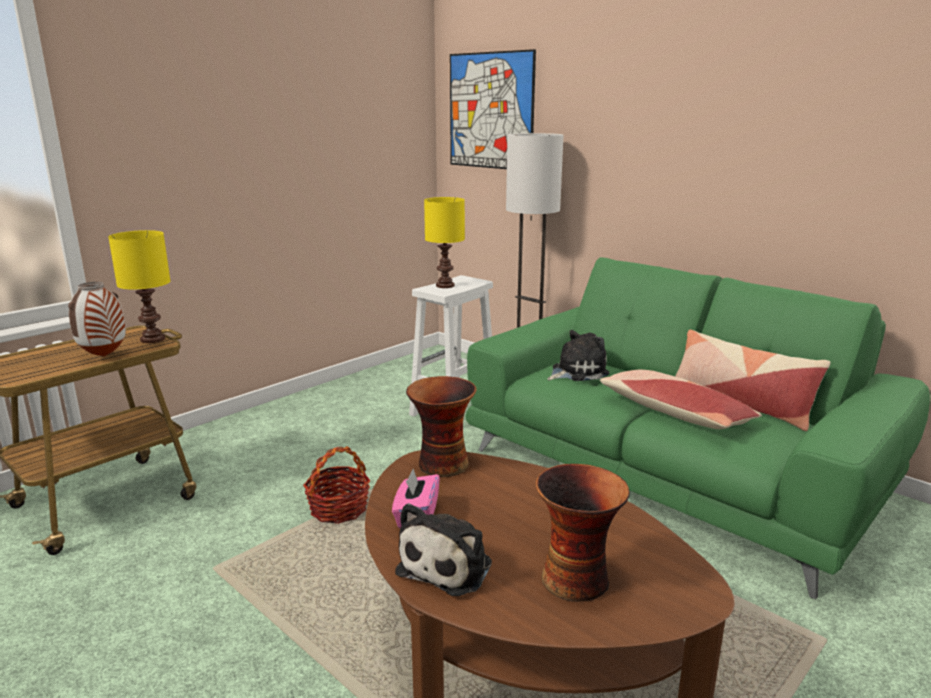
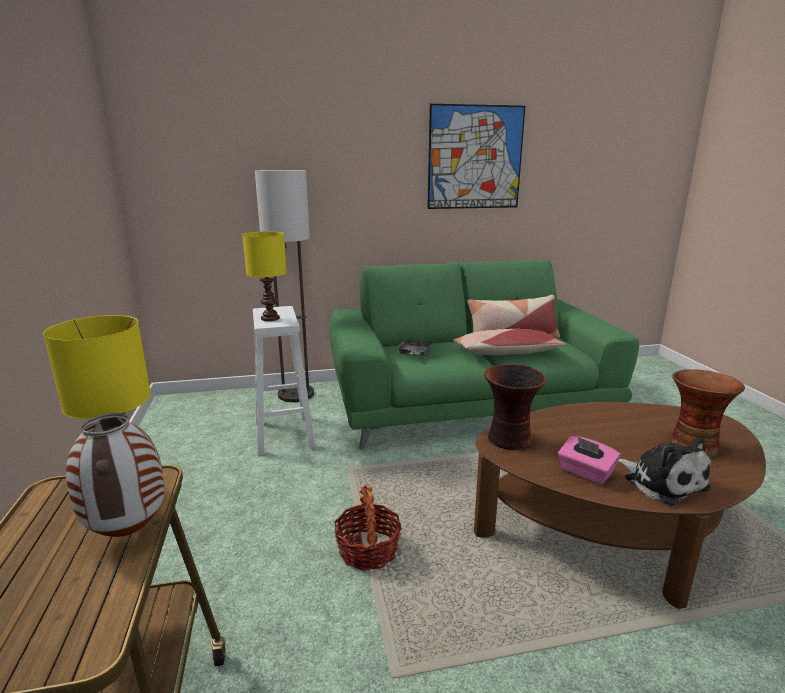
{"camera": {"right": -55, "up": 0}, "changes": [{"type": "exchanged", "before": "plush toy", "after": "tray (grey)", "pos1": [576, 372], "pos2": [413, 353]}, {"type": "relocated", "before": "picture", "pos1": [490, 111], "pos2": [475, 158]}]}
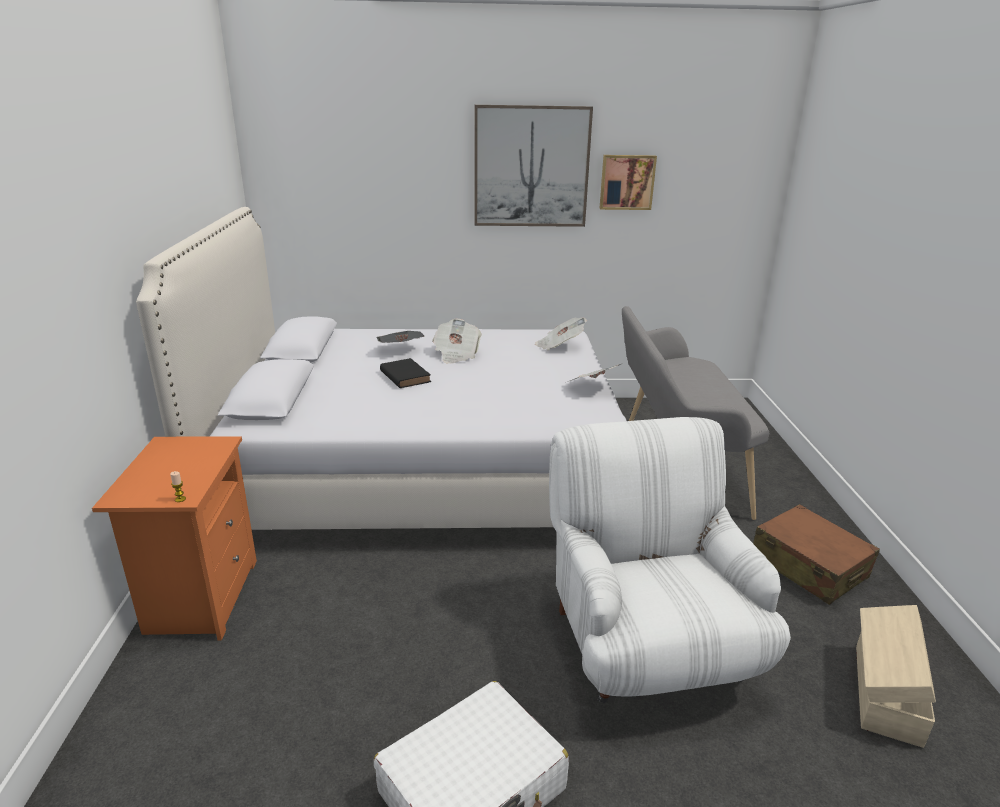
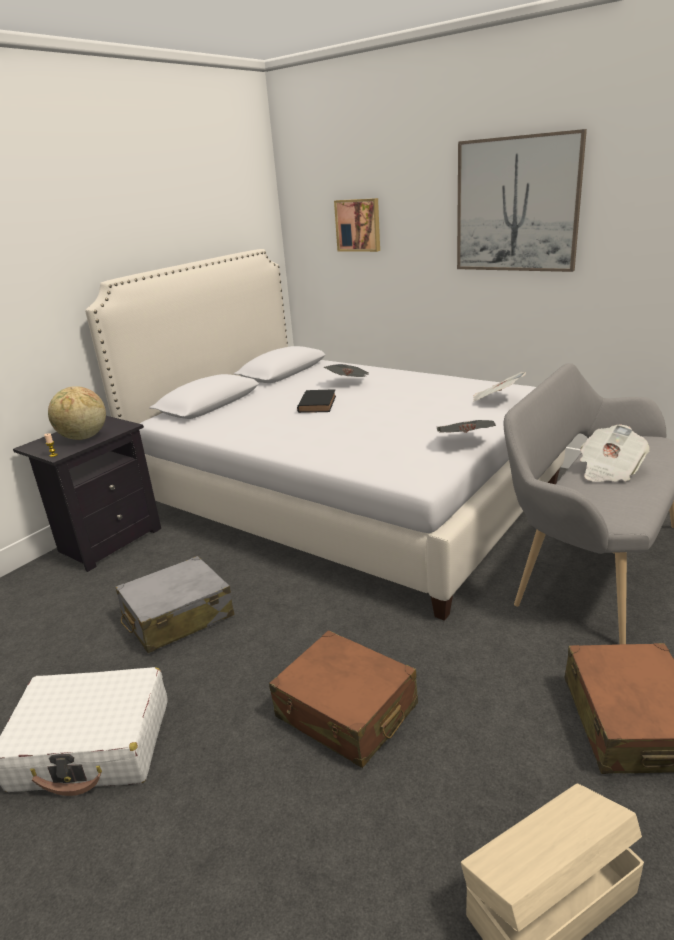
{"camera": {"right": 40, "up": 0}, "changes": [{"type": "colour", "before": "nightstand (orange)", "after": "nightstand (black)", "pos1": [201, 597], "pos2": [108, 541]}, {"type": "appeared", "after": "globe", "pos2": [83, 438]}, {"type": "appeared", "after": "suitcase (grey)", "pos2": [177, 617]}, {"type": "exchanged", "before": "armchair (white)", "after": "suitcase (brown)", "pos1": [646, 645], "pos2": [346, 711]}, {"type": "relocated", "before": "picture", "pos1": [627, 182], "pos2": [358, 225]}, {"type": "relocated", "before": "newspaper", "pos1": [456, 354], "pos2": [609, 470]}]}
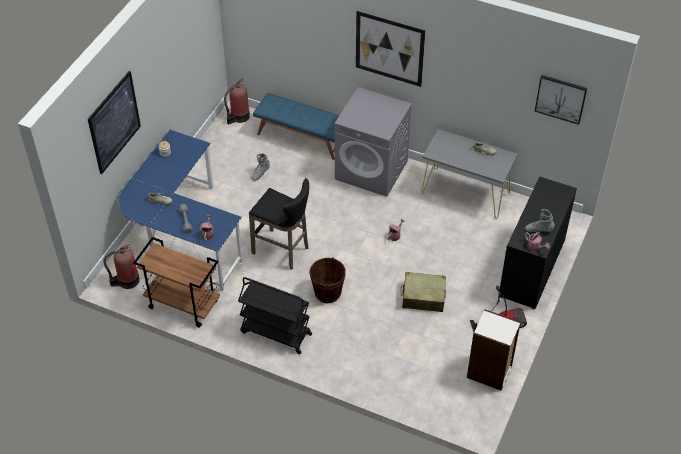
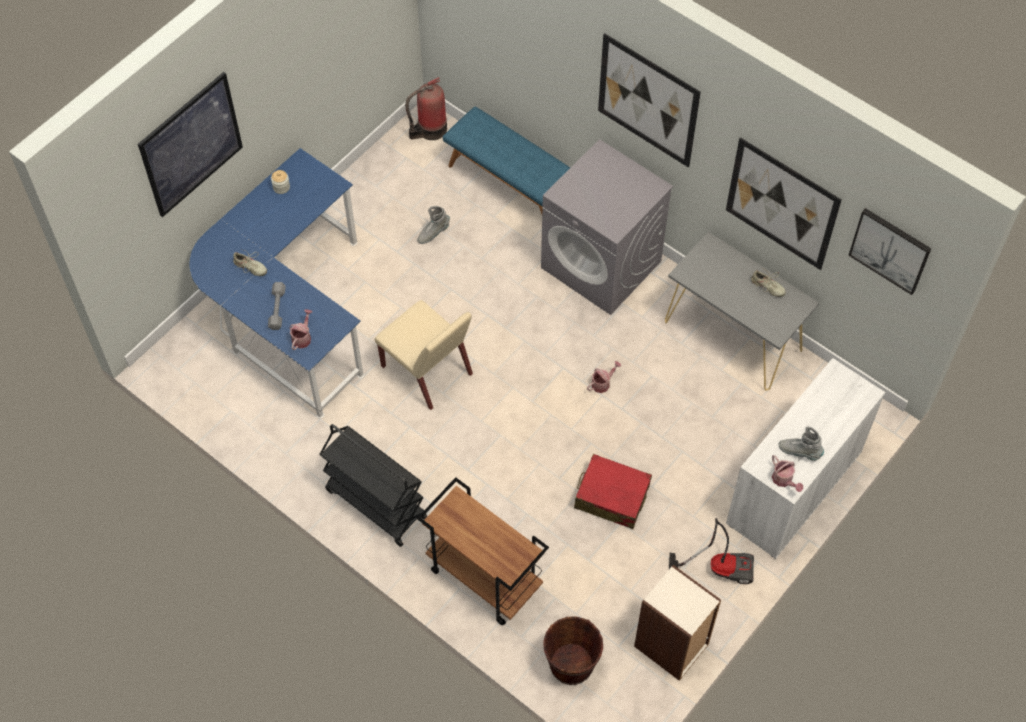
{"camera": {"right": 15, "up": 10}, "changes": [{"type": "exchanged", "before": "stool (black)", "after": "chair (beige)", "pos1": [283, 251], "pos2": [427, 371]}, {"type": "relocated", "before": "cart (brown)", "pos1": [182, 305], "pos2": [483, 578]}, {"type": "relocated", "before": "bucket (brown)", "pos1": [327, 293], "pos2": [571, 664]}, {"type": "colour", "before": "suitcase (beige)", "after": "suitcase (red)", "pos1": [423, 297], "pos2": [611, 497]}, {"type": "appeared", "after": "picture", "pos2": [781, 204]}, {"type": "colour", "before": "cabinet (black)", "after": "cabinet (white)", "pos1": [531, 268], "pos2": [793, 488]}, {"type": "missing", "before": "fire extinguisher", "pos1": [127, 281]}]}
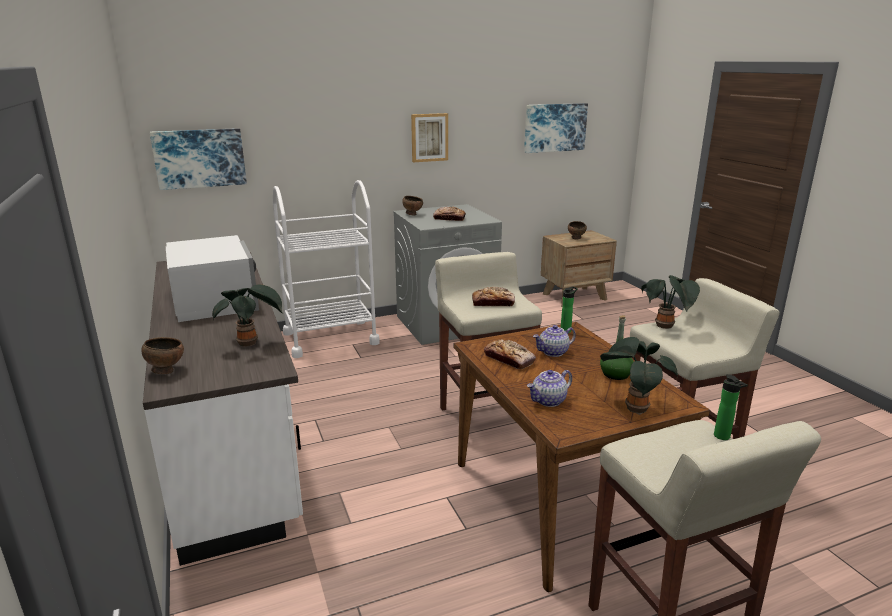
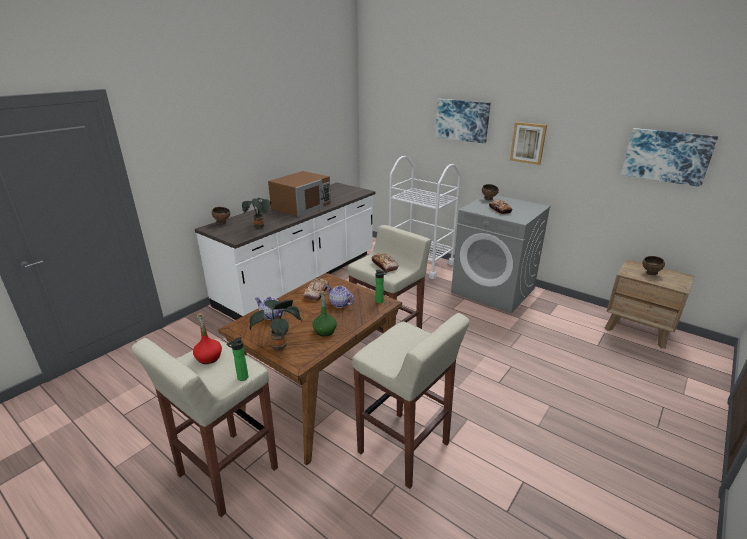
{"camera": {"right": 60, "up": 5}, "changes": [{"type": "appeared", "after": "bottle (red)", "pos2": [209, 358]}, {"type": "colour", "before": "microwave (white)", "after": "microwave (brown)", "pos1": [214, 300], "pos2": [302, 206]}, {"type": "relocated", "before": "picture", "pos1": [199, 158], "pos2": [462, 120]}, {"type": "missing", "before": "potted plant", "pos1": [665, 327]}]}
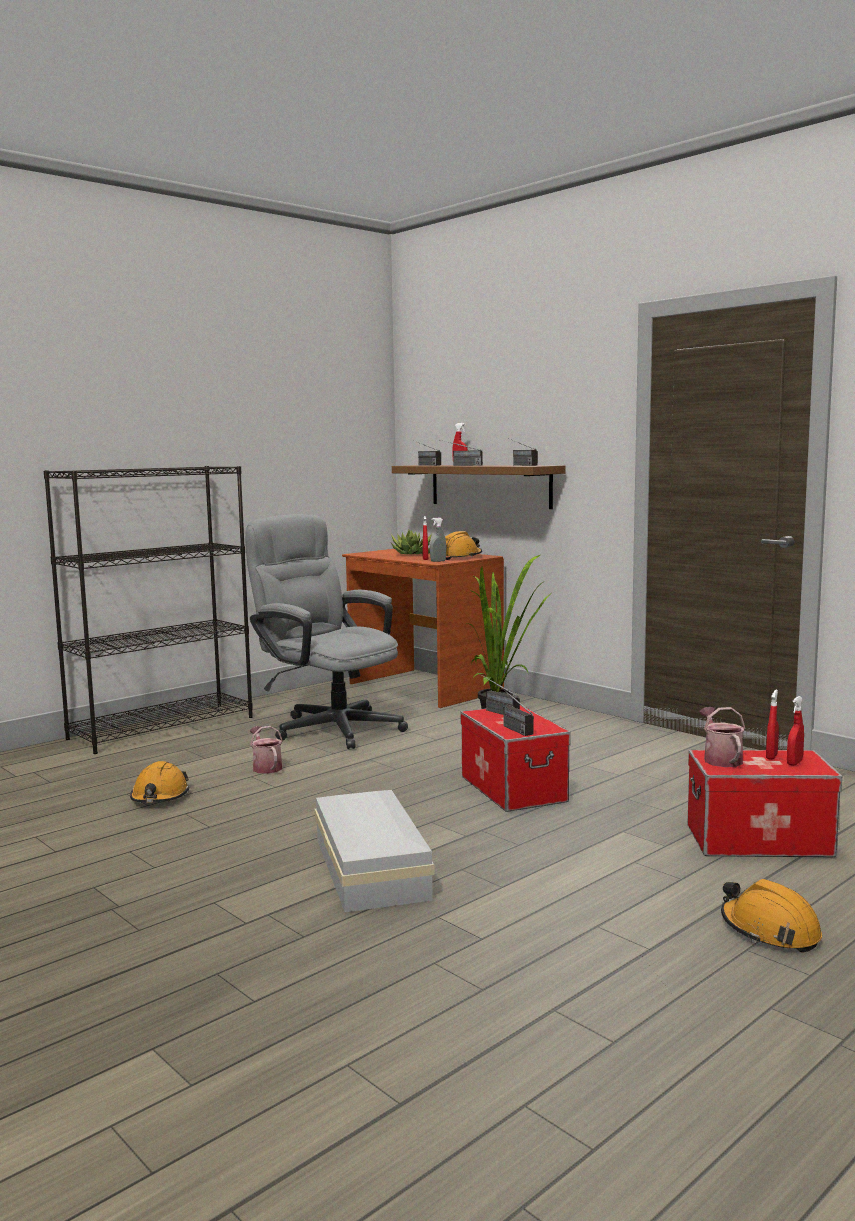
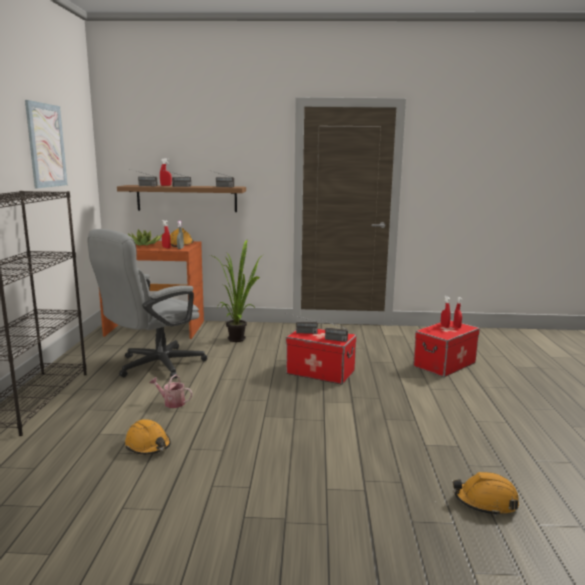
{"camera": {"right": -45, "up": 5}, "changes": [{"type": "appeared", "after": "picture", "pos2": [46, 145]}, {"type": "spun", "before": "office chair (grey)", "pos1": [329, 727], "pos2": [153, 366], "turn": -45}, {"type": "relocated", "before": "hard hat (orange)", "pos1": [770, 931], "pos2": [485, 502]}, {"type": "missing", "before": "storage box (white)", "pos1": [372, 867]}, {"type": "missing", "before": "watering can", "pos1": [720, 759]}]}
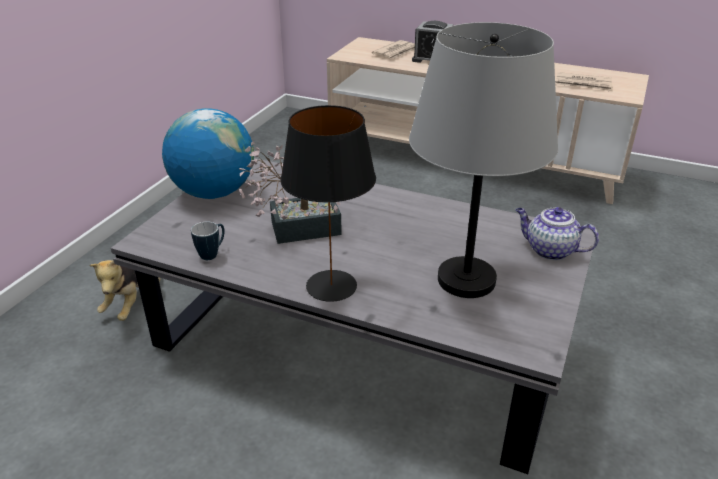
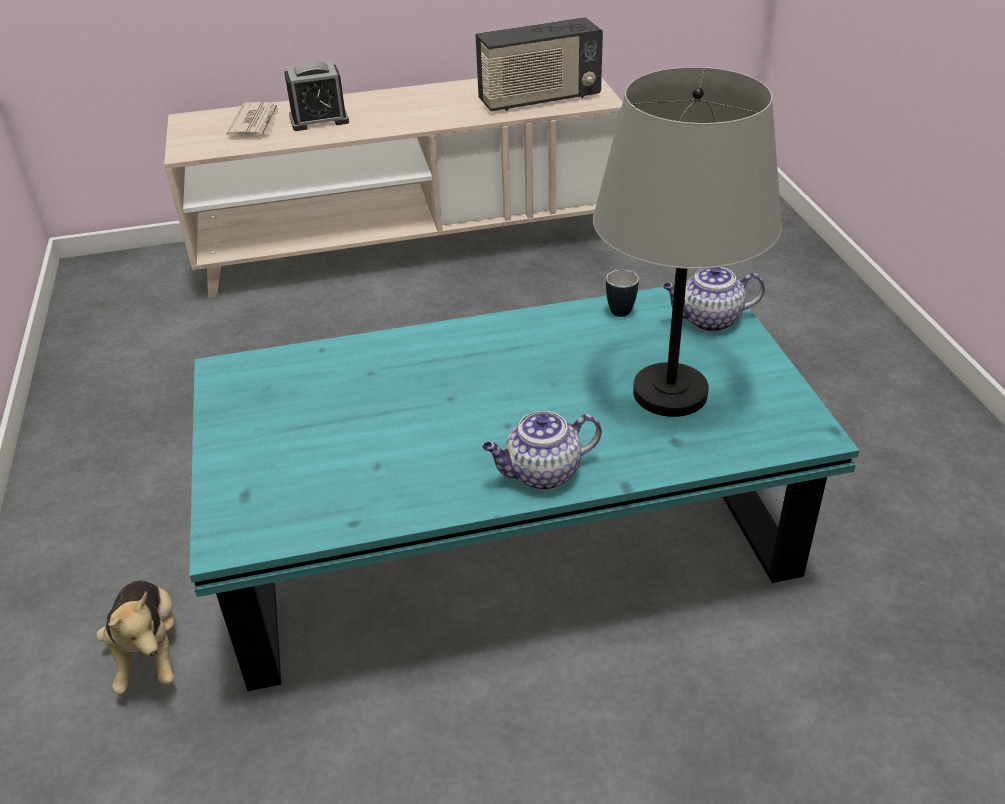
{"camera": {"right": -35, "up": 5}, "changes": [{"type": "colour", "before": "coffee table (grey)", "after": "coffee table (turquoise)", "pos1": [357, 345], "pos2": [506, 541]}, {"type": "exchanged", "before": "newspaper", "after": "radio", "pos1": [583, 84], "pos2": [539, 99]}, {"type": "exchanged", "before": "table lamp (black)", "after": "teapot", "pos1": [330, 286], "pos2": [542, 474]}, {"type": "relocated", "before": "mug", "pos1": [212, 254], "pos2": [620, 309]}, {"type": "missing", "before": "globe", "pos1": [214, 192]}, {"type": "missing", "before": "potted plant", "pos1": [296, 228]}]}
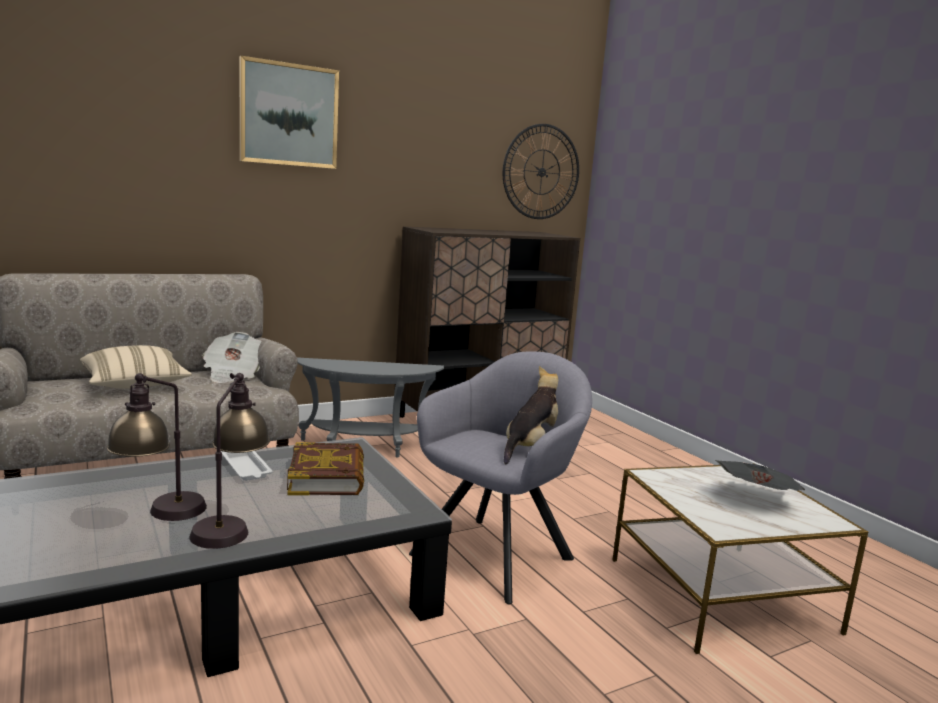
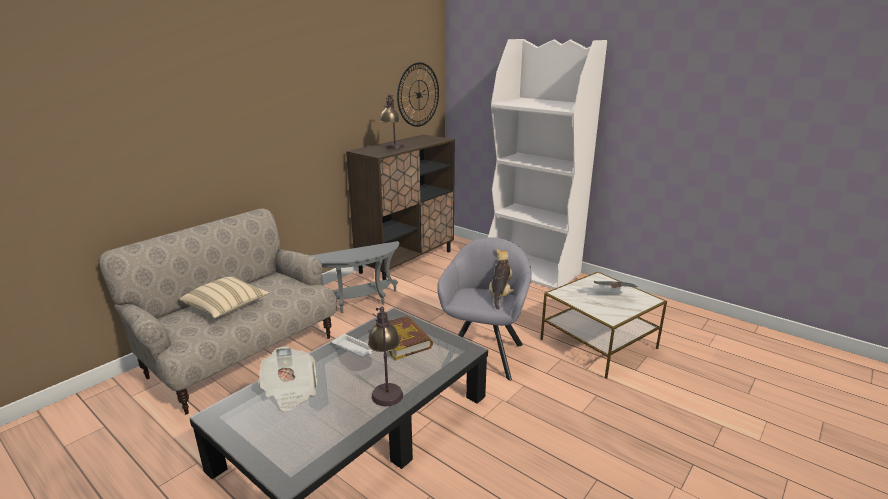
{"camera": {"right": -20, "up": 10}, "changes": [{"type": "relocated", "before": "newspaper", "pos1": [233, 374], "pos2": [290, 391]}, {"type": "relocated", "before": "table lamp", "pos1": [160, 516], "pos2": [392, 148]}, {"type": "appeared", "after": "bookcase (white)", "pos2": [533, 270]}, {"type": "missing", "before": "picture", "pos1": [288, 115]}]}
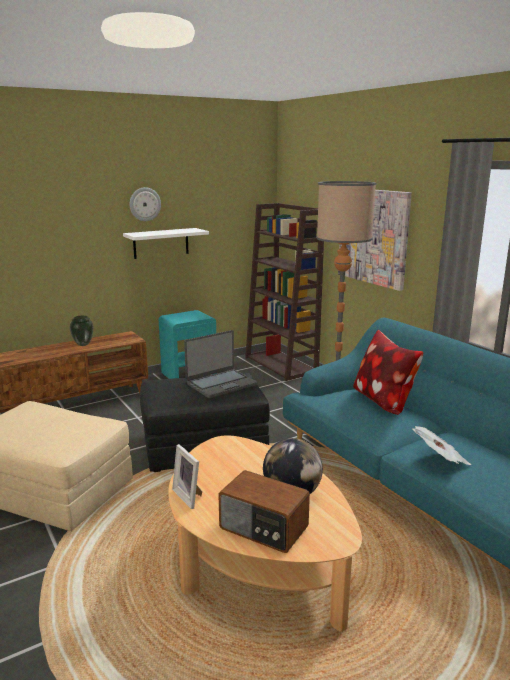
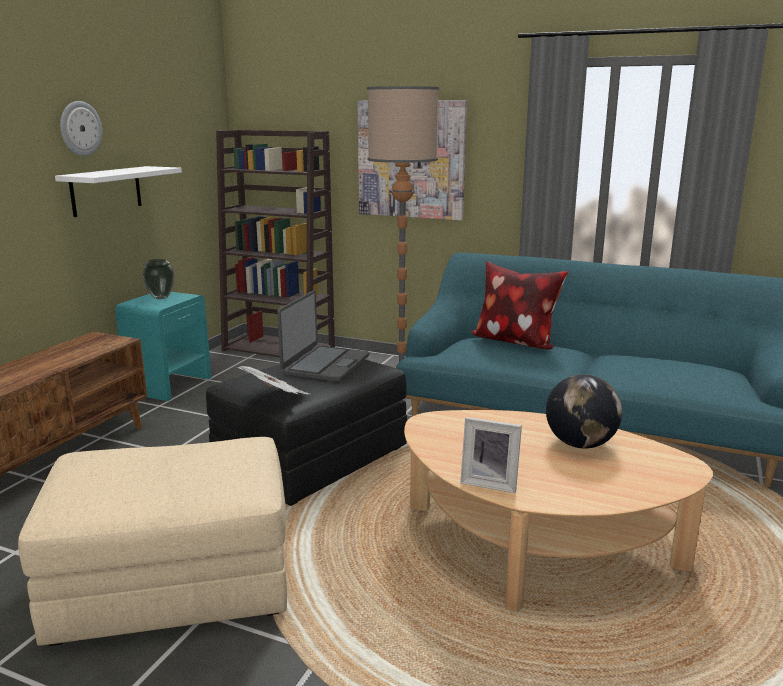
{"camera": {"right": -35, "up": 0}, "changes": [{"type": "relocated", "before": "vase", "pos1": [83, 344], "pos2": [161, 297]}, {"type": "relocated", "before": "newspaper", "pos1": [439, 459], "pos2": [275, 398]}, {"type": "missing", "before": "radio", "pos1": [263, 529]}]}
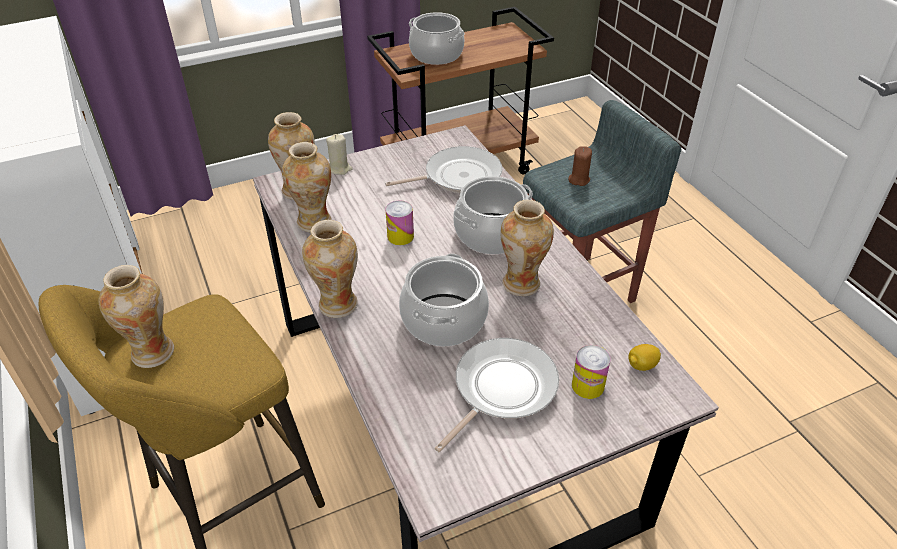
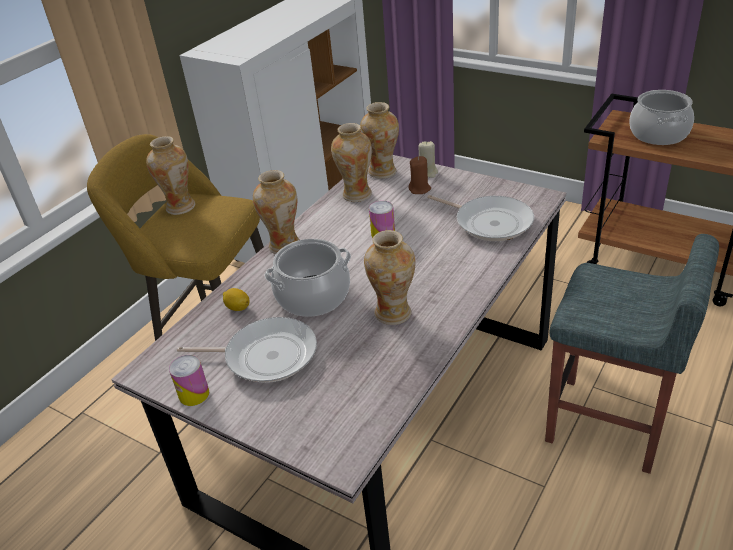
{"camera": {"right": 60, "up": -5}, "changes": [{"type": "relocated", "before": "can", "pos1": [587, 386], "pos2": [194, 394]}, {"type": "relocated", "before": "lemon", "pos1": [641, 365], "pos2": [238, 308]}, {"type": "relocated", "before": "candle (brown)", "pos1": [579, 179], "pos2": [420, 189]}, {"type": "missing", "before": "cooking pot", "pos1": [492, 234]}]}
